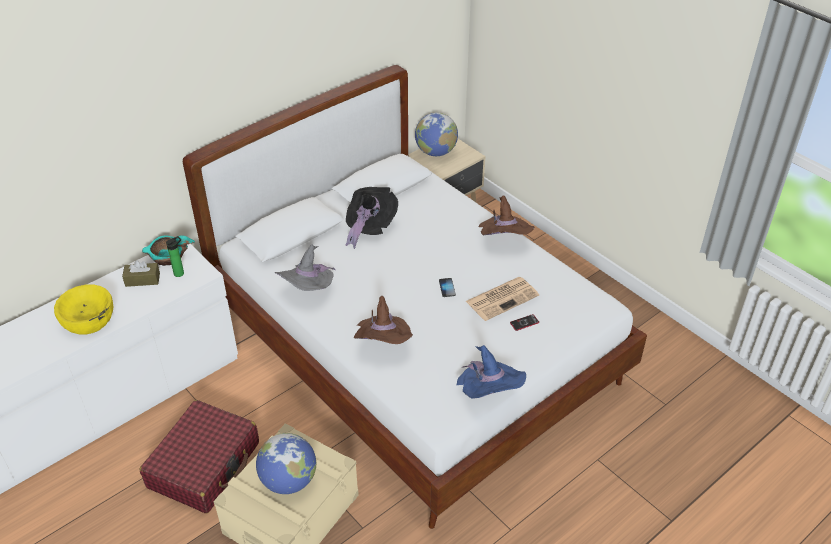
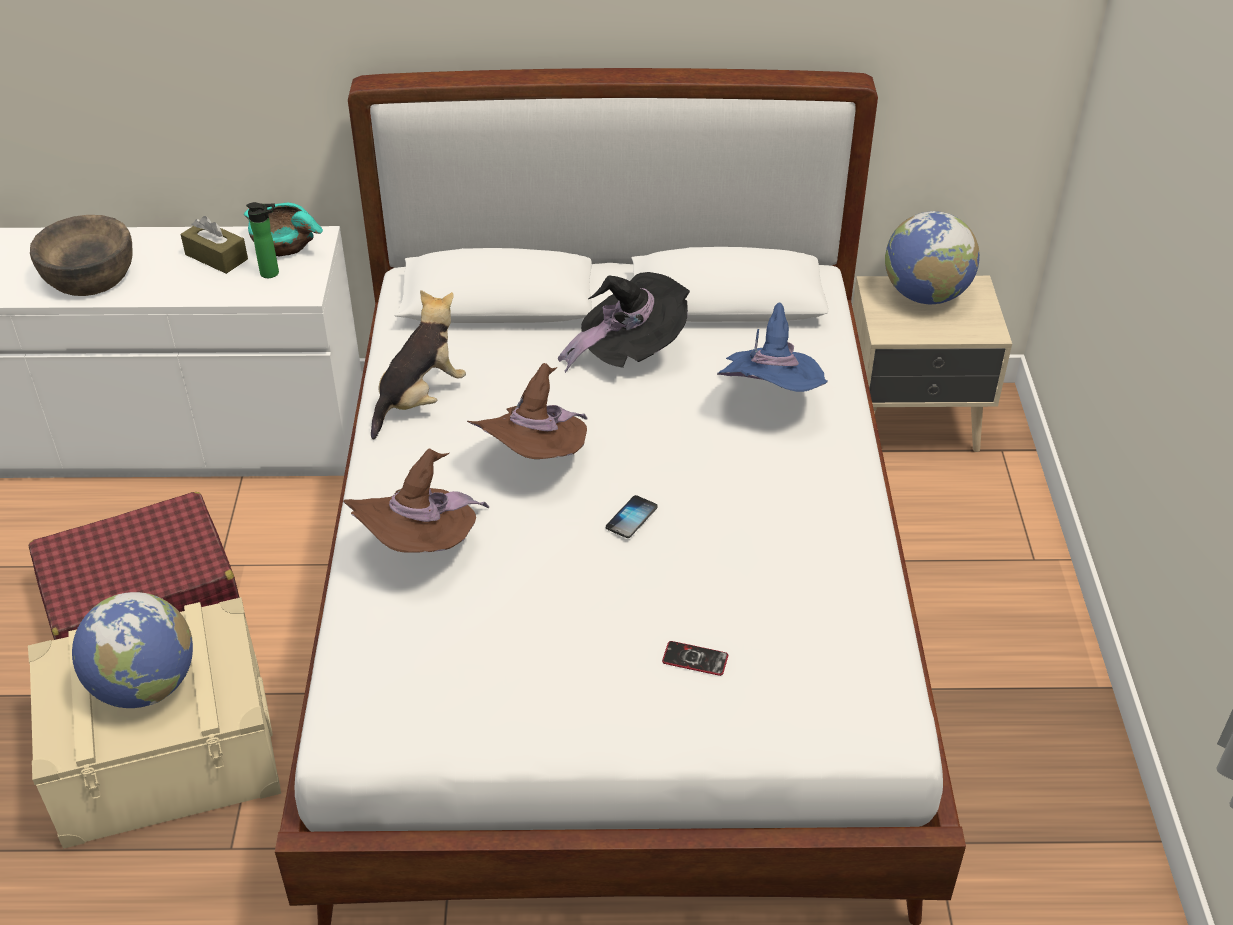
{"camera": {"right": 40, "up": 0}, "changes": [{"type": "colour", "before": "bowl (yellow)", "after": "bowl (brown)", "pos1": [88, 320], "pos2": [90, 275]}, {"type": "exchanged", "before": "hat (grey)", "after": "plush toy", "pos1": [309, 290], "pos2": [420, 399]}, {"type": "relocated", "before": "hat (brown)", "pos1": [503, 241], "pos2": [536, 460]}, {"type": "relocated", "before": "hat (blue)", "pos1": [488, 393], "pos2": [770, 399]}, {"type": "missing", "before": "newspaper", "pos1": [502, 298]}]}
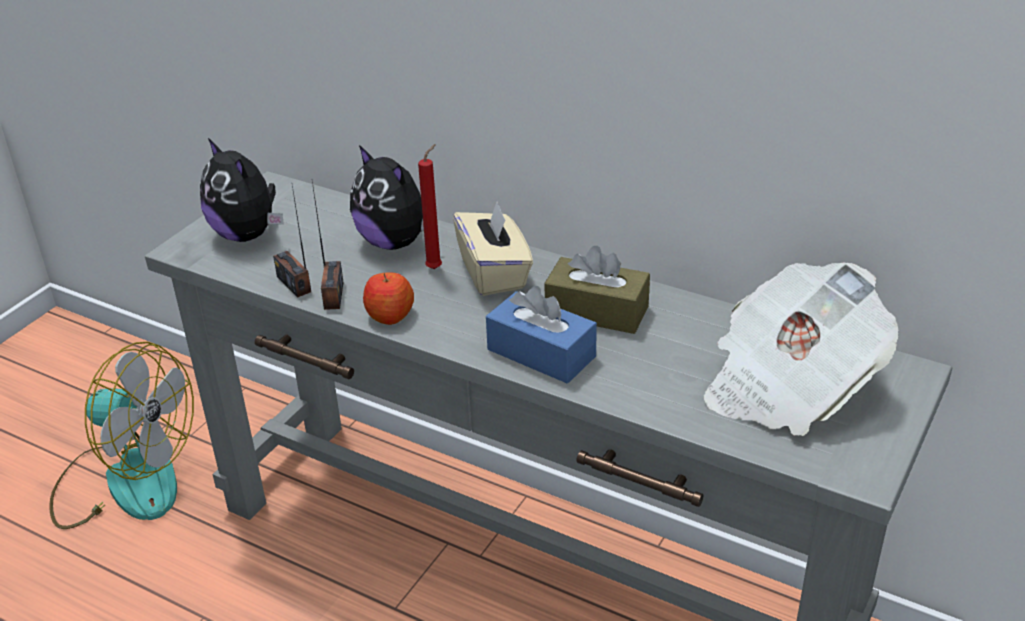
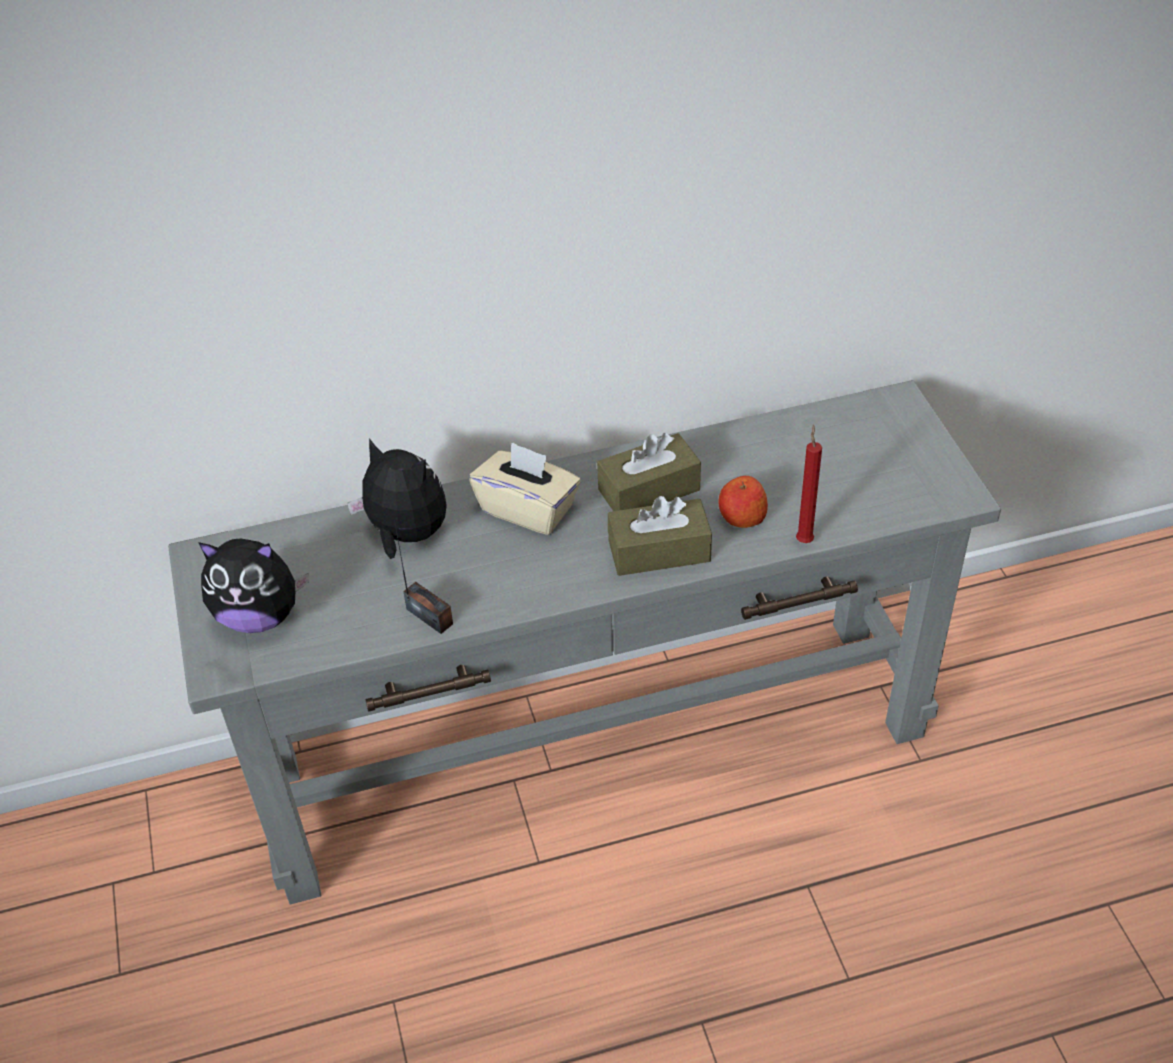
{"camera": {"right": -45, "up": 10}, "changes": [{"type": "spun", "before": "plush toy", "pos1": [395, 242], "pos2": [405, 535], "turn": -150}, {"type": "colour", "before": "tissue box (blue)", "after": "tissue box (brown)", "pos1": [541, 353], "pos2": [659, 551]}, {"type": "relocated", "before": "apple", "pos1": [390, 315], "pos2": [741, 517]}, {"type": "relocated", "before": "candle (red)", "pos1": [436, 268], "pos2": [804, 539]}, {"type": "missing", "before": "fan", "pos1": [125, 481]}, {"type": "missing", "before": "radio", "pos1": [294, 284]}, {"type": "missing", "before": "newspaper", "pos1": [788, 385]}]}
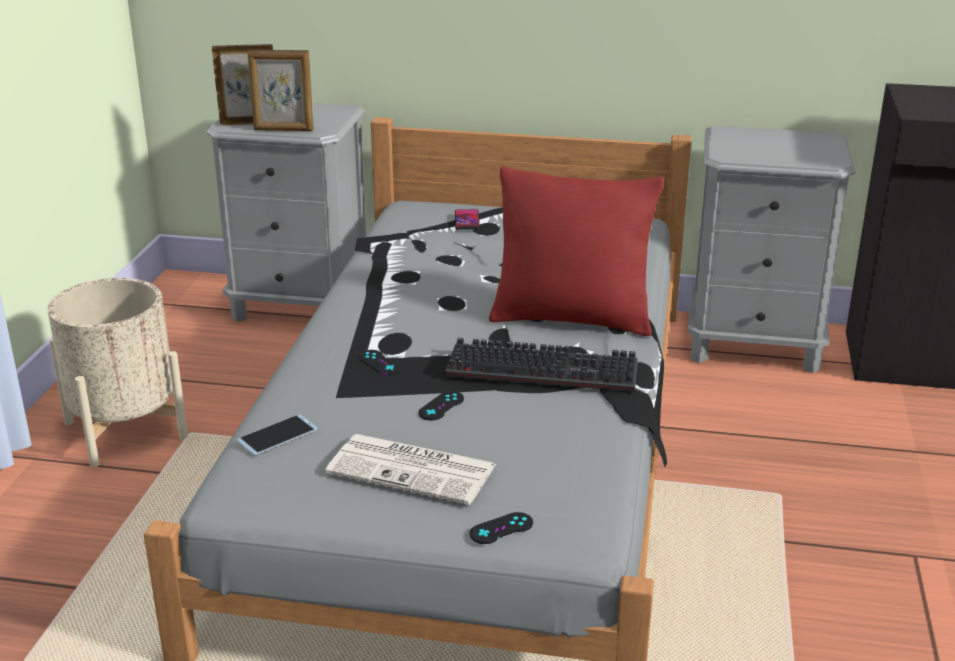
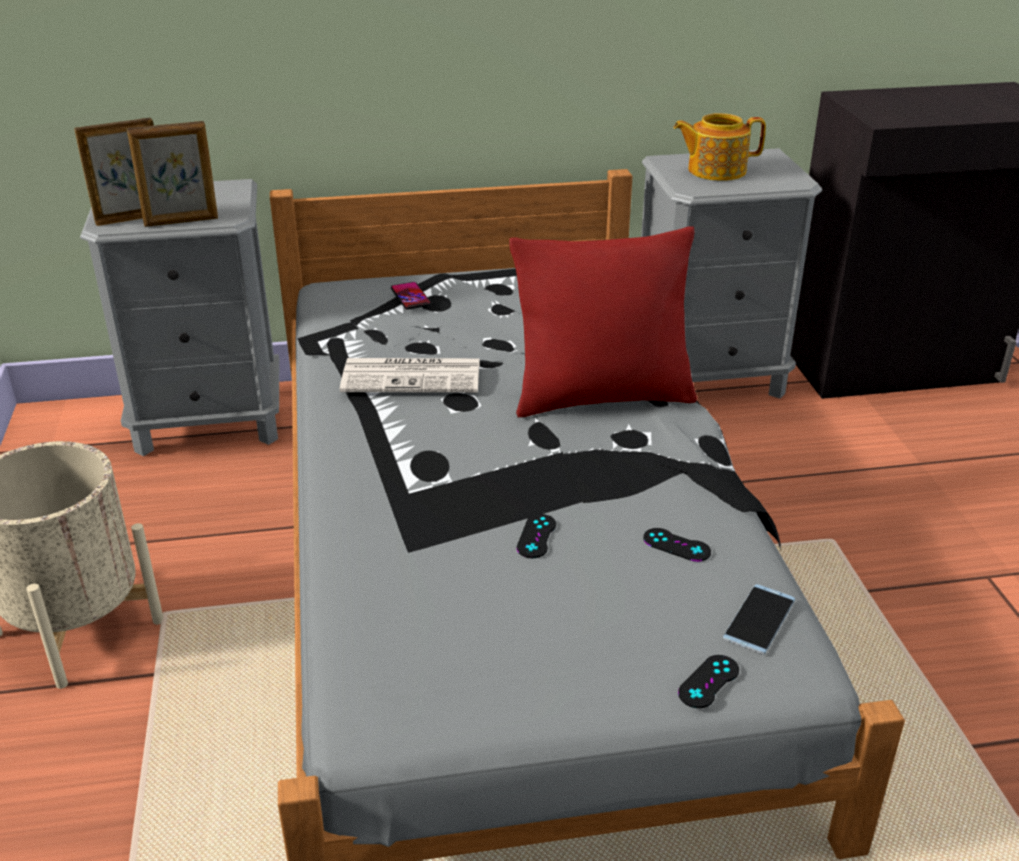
{"camera": {"right": -20, "up": 5}, "changes": [{"type": "relocated", "before": "newspaper", "pos1": [414, 470], "pos2": [413, 376]}, {"type": "relocated", "before": "game controller (black)", "pos1": [379, 363], "pos2": [676, 545]}, {"type": "appeared", "after": "teapot", "pos2": [715, 170]}, {"type": "relocated", "before": "phone", "pos1": [277, 435], "pos2": [759, 619]}, {"type": "missing", "before": "keyboard", "pos1": [545, 369]}]}
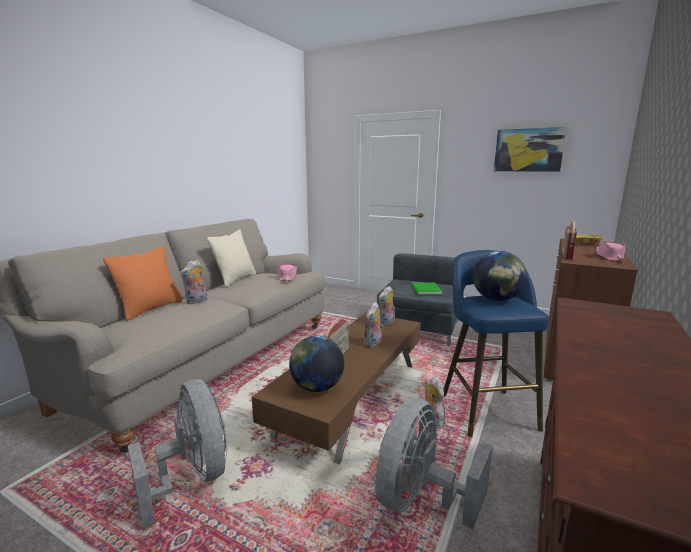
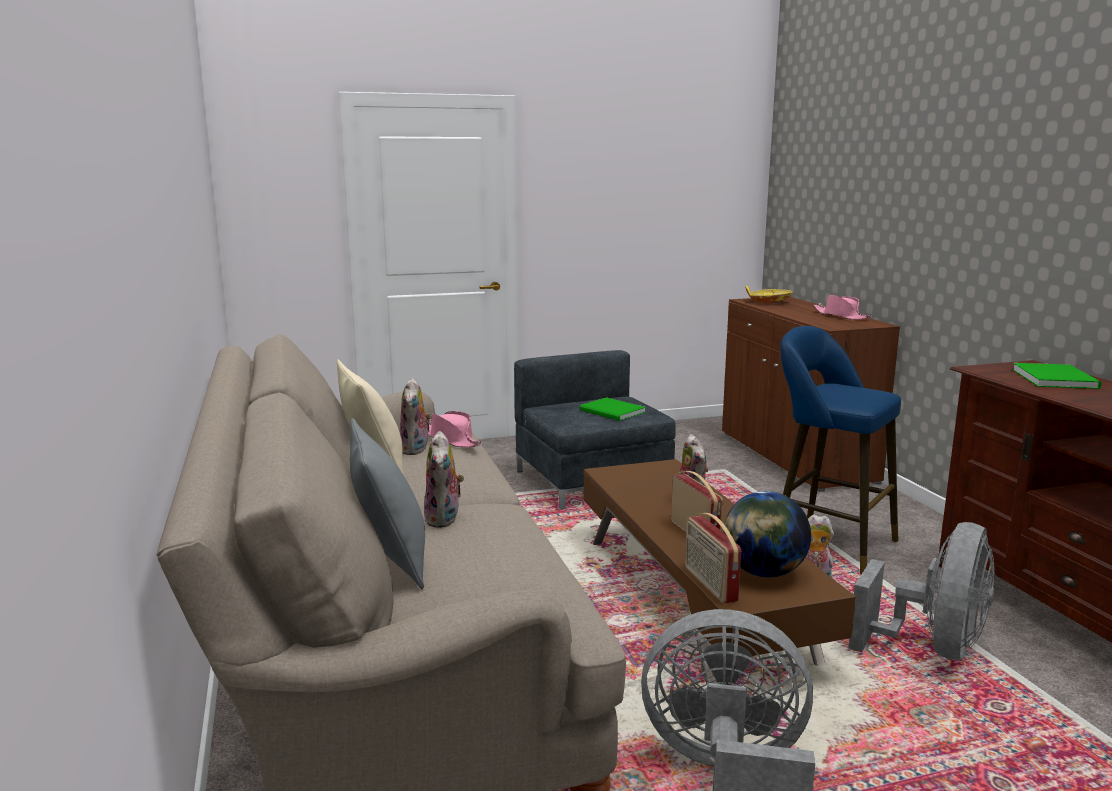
{"camera": {"right": -45, "up": 0}, "changes": [{"type": "colour", "before": "pillow (orange)", "after": "pillow (grey)", "pos1": [150, 309], "pos2": [391, 560]}, {"type": "relocated", "before": "plush toy", "pos1": [386, 323], "pos2": [416, 450]}, {"type": "relocated", "before": "radio", "pos1": [566, 255], "pos2": [709, 584]}, {"type": "spun", "before": "fan (grey)", "pos1": [420, 500], "pos2": [932, 648], "turn": -135}, {"type": "appeared", "after": "book (green)", "pos2": [1055, 378]}, {"type": "missing", "before": "globe", "pos1": [496, 299]}, {"type": "missing", "before": "picture", "pos1": [528, 150]}]}
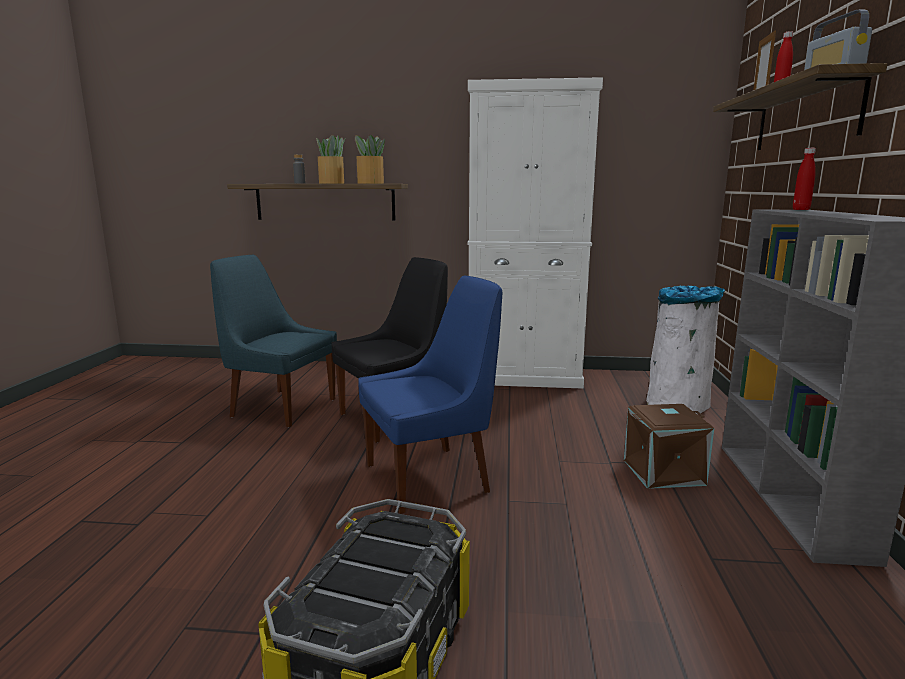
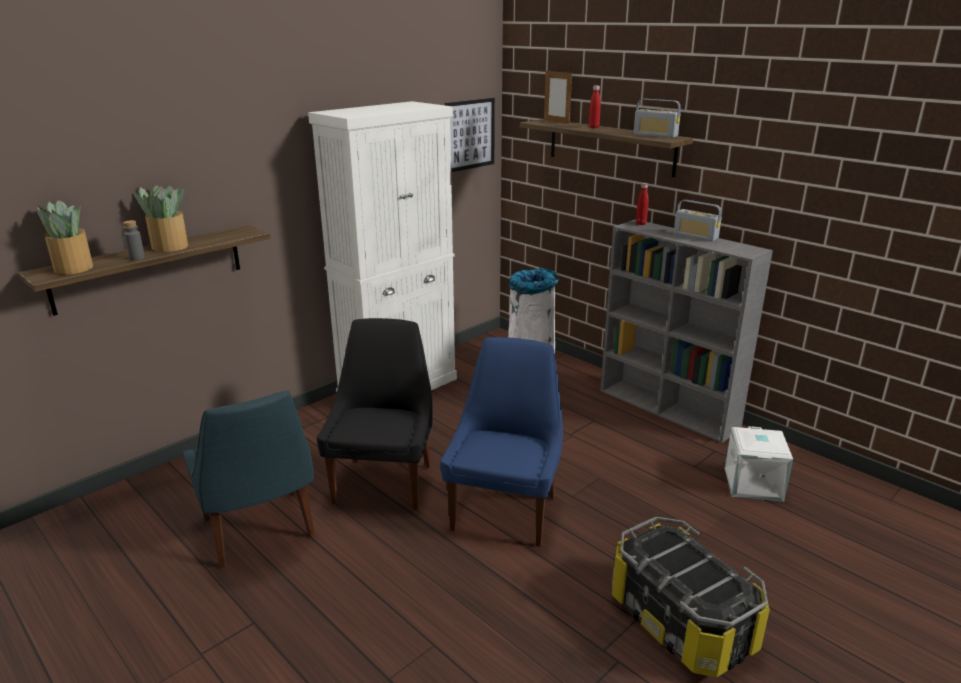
{"camera": {"right": -50, "up": 10}, "changes": [{"type": "relocated", "before": "potted plant", "pos1": [370, 183], "pos2": [73, 268]}, {"type": "spun", "before": "chair (blue)", "pos1": [280, 407], "pos2": [260, 531], "turn": -90}, {"type": "appeared", "after": "picture", "pos2": [470, 134]}, {"type": "appeared", "after": "radio", "pos2": [695, 236]}, {"type": "appeared", "after": "storage box (white)", "pos2": [754, 484]}, {"type": "missing", "before": "storage box (brown)", "pos1": [663, 473]}]}
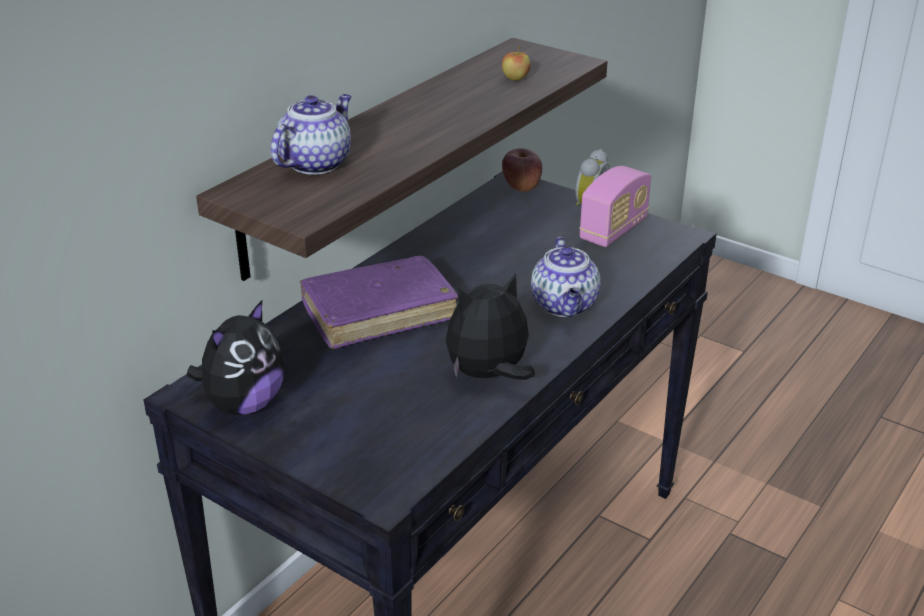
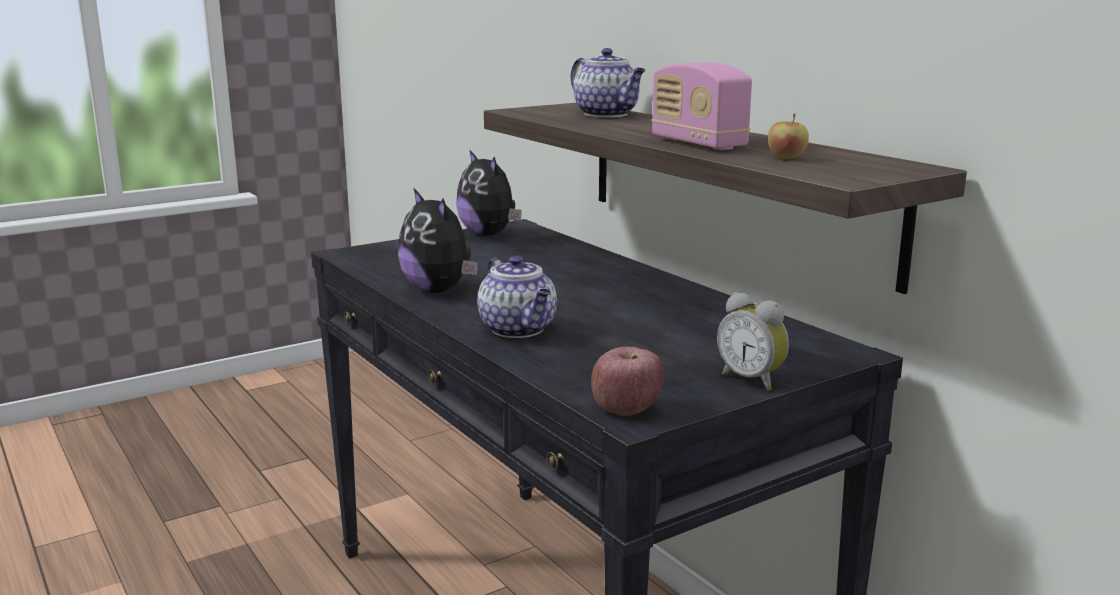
{"camera": {"right": 110, "up": -15}, "changes": [{"type": "spun", "before": "plush toy", "pos1": [489, 375], "pos2": [439, 290], "turn": 150}, {"type": "spun", "before": "teapot", "pos1": [565, 306], "pos2": [519, 330], "turn": -135}, {"type": "relocated", "before": "apple", "pos1": [521, 186], "pos2": [625, 409]}, {"type": "relocated", "before": "radio", "pos1": [613, 230], "pos2": [698, 143]}, {"type": "missing", "before": "book (purple)", "pos1": [379, 313]}]}
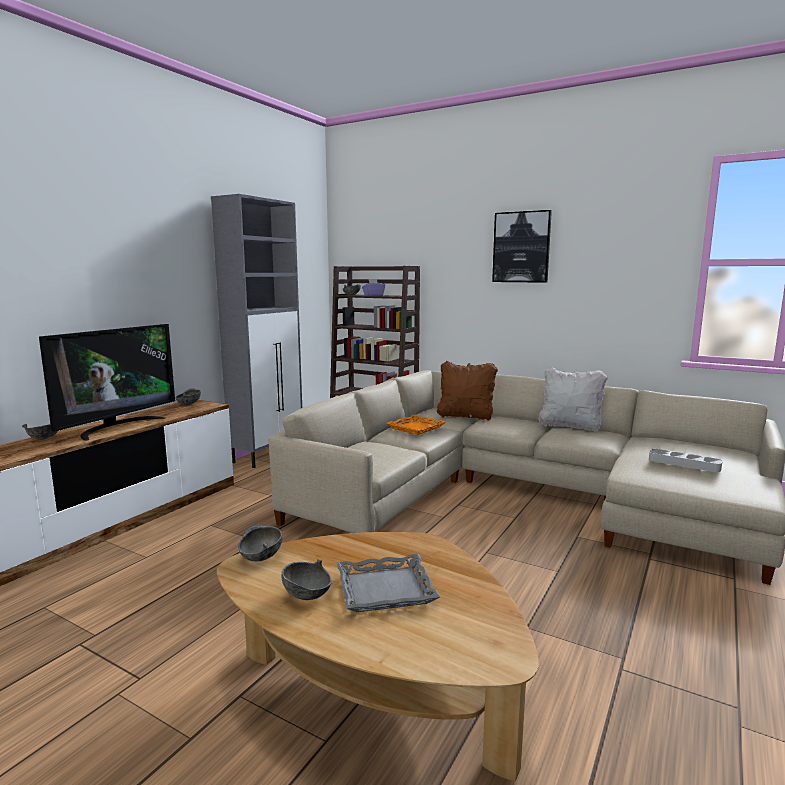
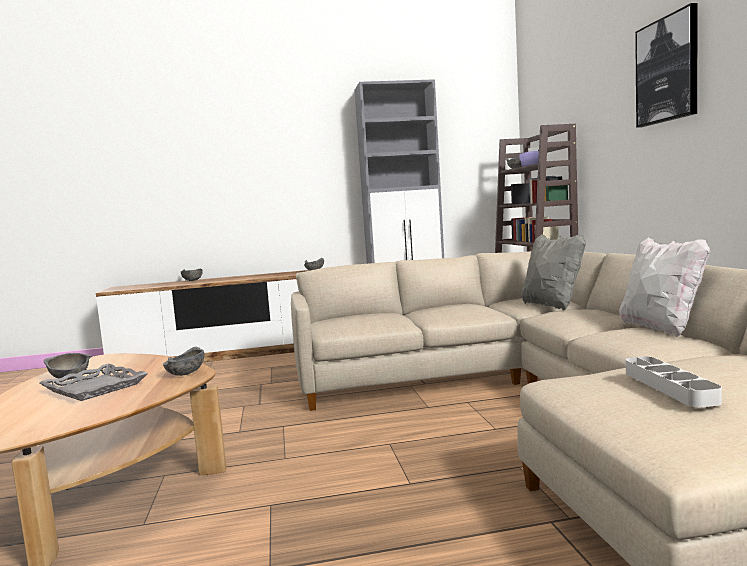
{"camera": {"right": 50, "up": -5}, "changes": [{"type": "relocated", "before": "bowl (grey)", "pos1": [260, 557], "pos2": [185, 374]}, {"type": "colour", "before": "pillow (brown)", "after": "pillow (grey)", "pos1": [465, 417], "pos2": [552, 305]}, {"type": "missing", "before": "television", "pos1": [117, 427]}, {"type": "missing", "before": "tray (orange)", "pos1": [415, 428]}]}
